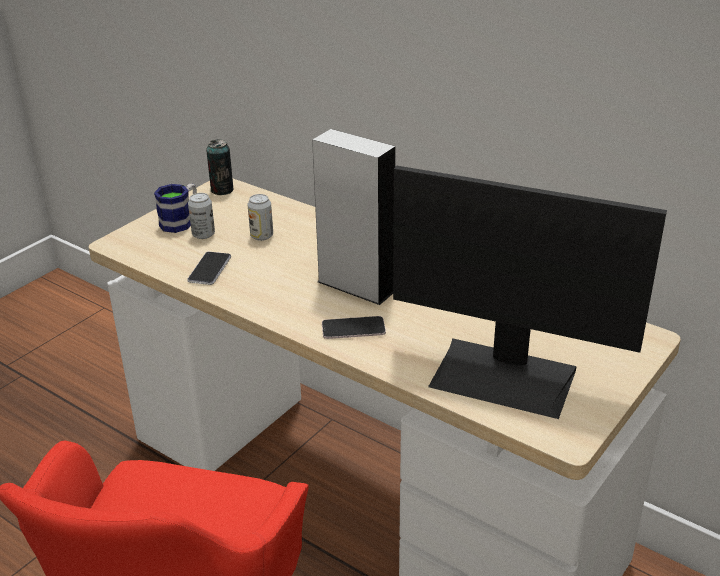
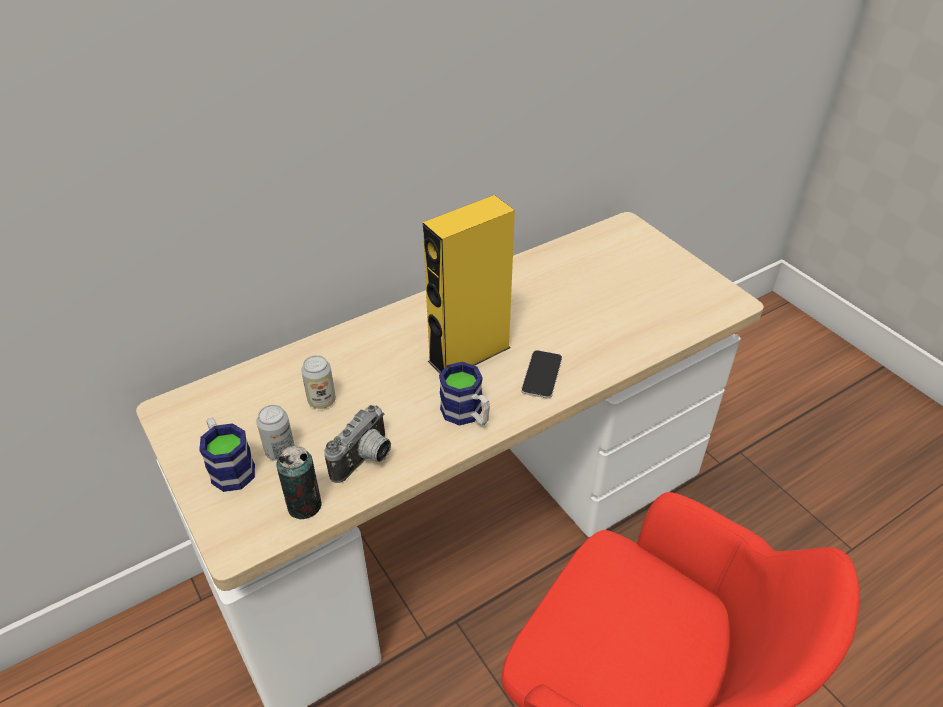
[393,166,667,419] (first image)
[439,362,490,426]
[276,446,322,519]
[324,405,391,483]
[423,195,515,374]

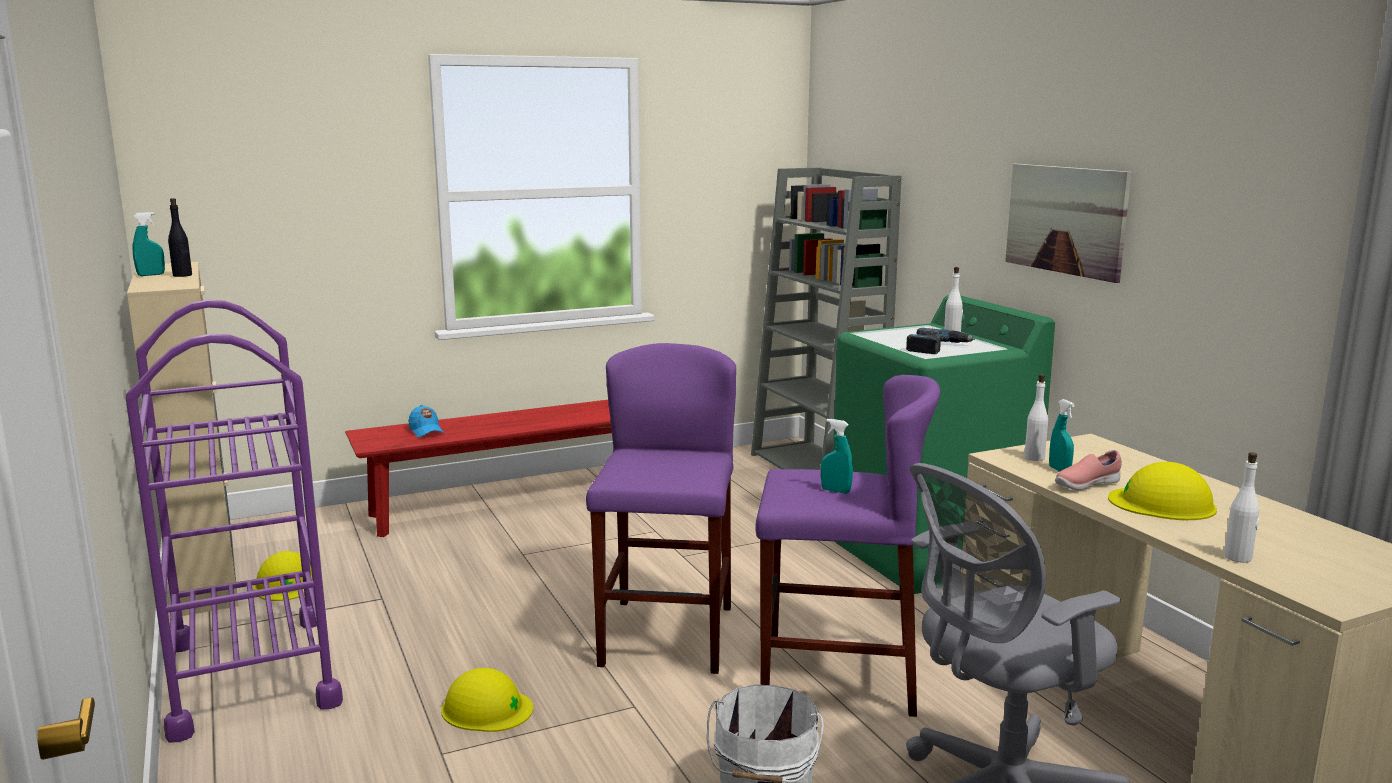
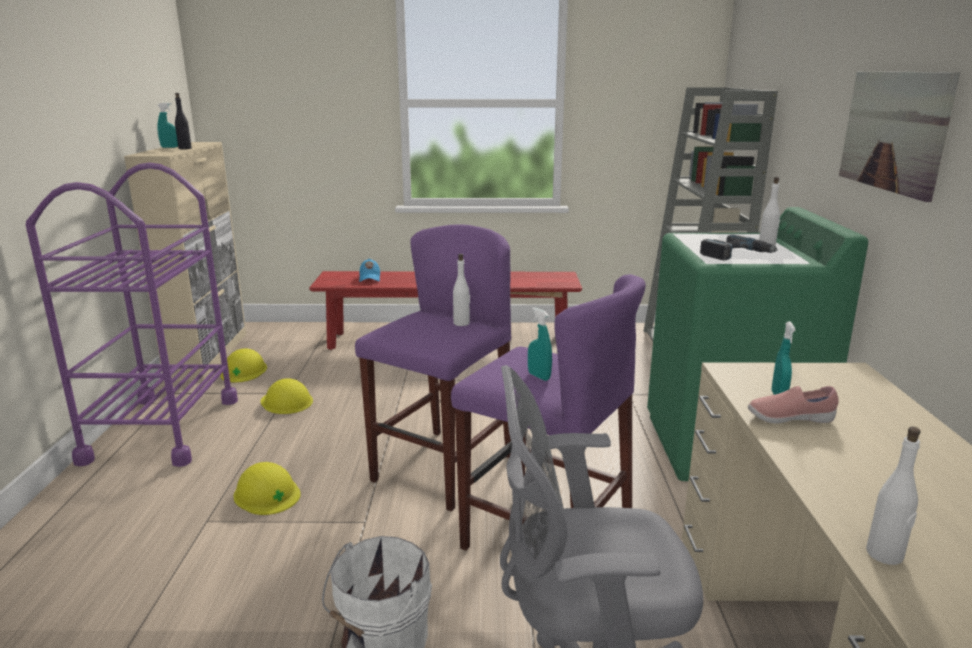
[453,254,470,326]
[261,378,313,414]

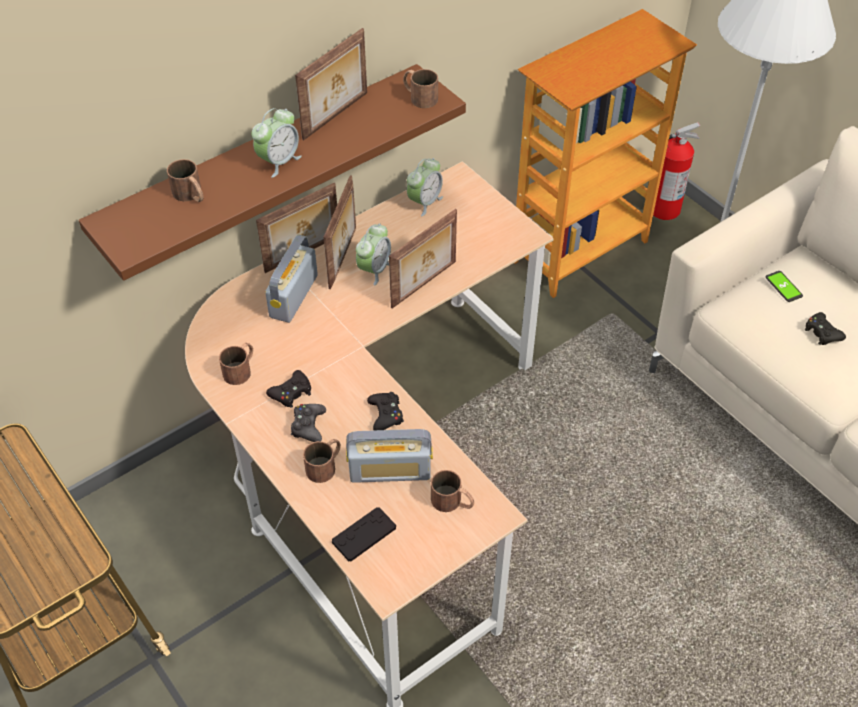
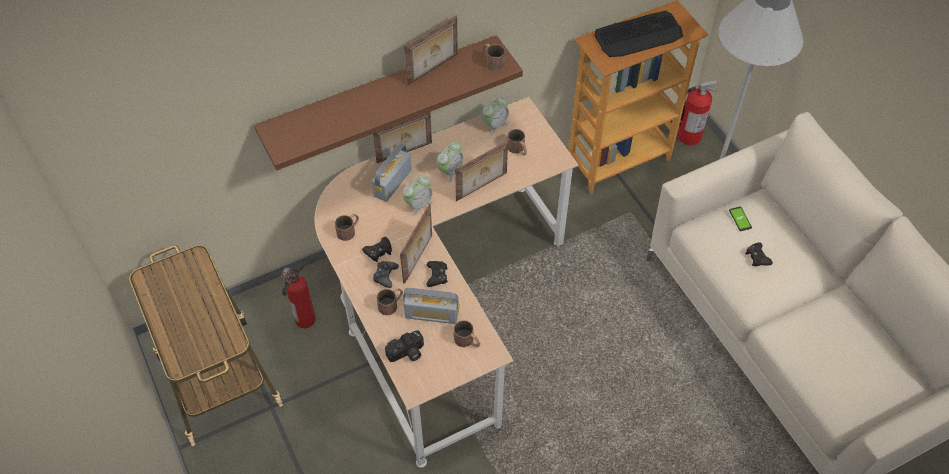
[281,265,316,328]
[595,11,683,57]
[507,129,527,156]
[403,176,433,216]
[400,203,432,284]
[385,330,424,362]

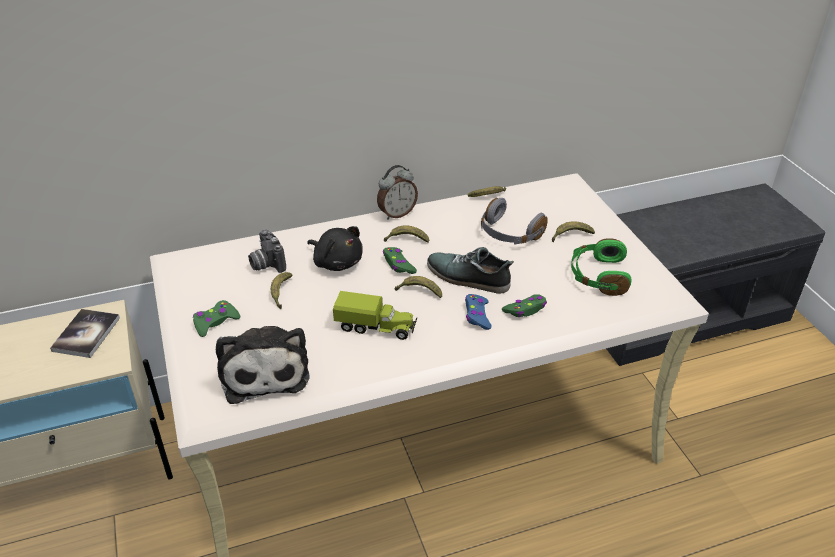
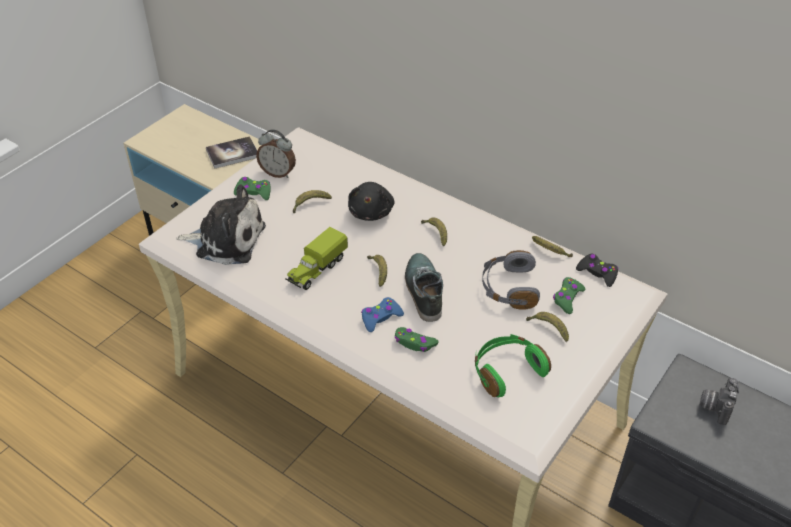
[576,254,618,287]
[699,378,739,425]
[256,129,296,178]
[553,277,585,314]
[176,184,266,265]
[285,227,348,290]

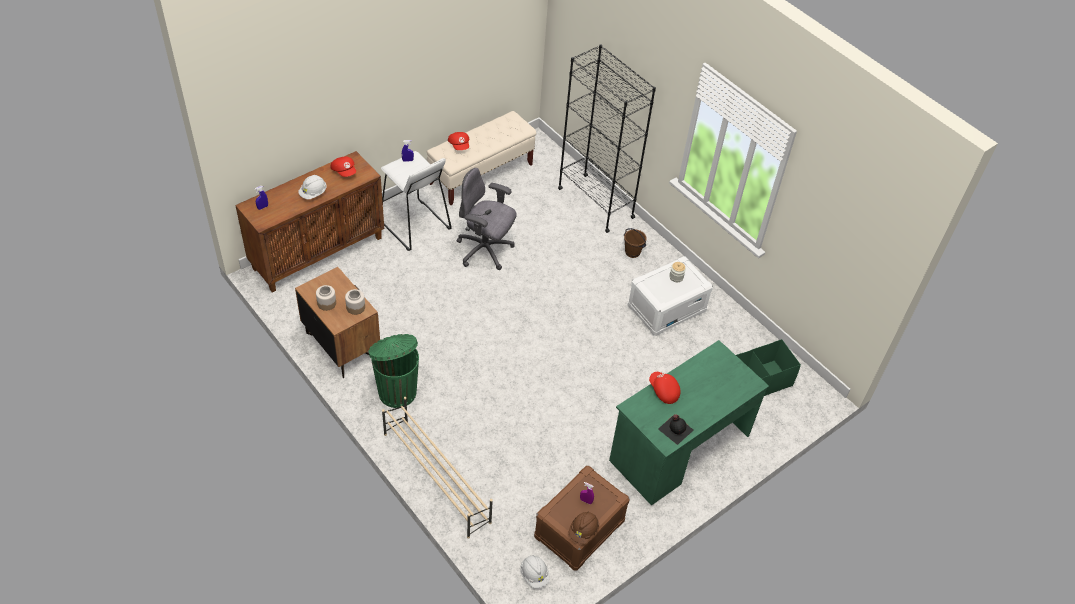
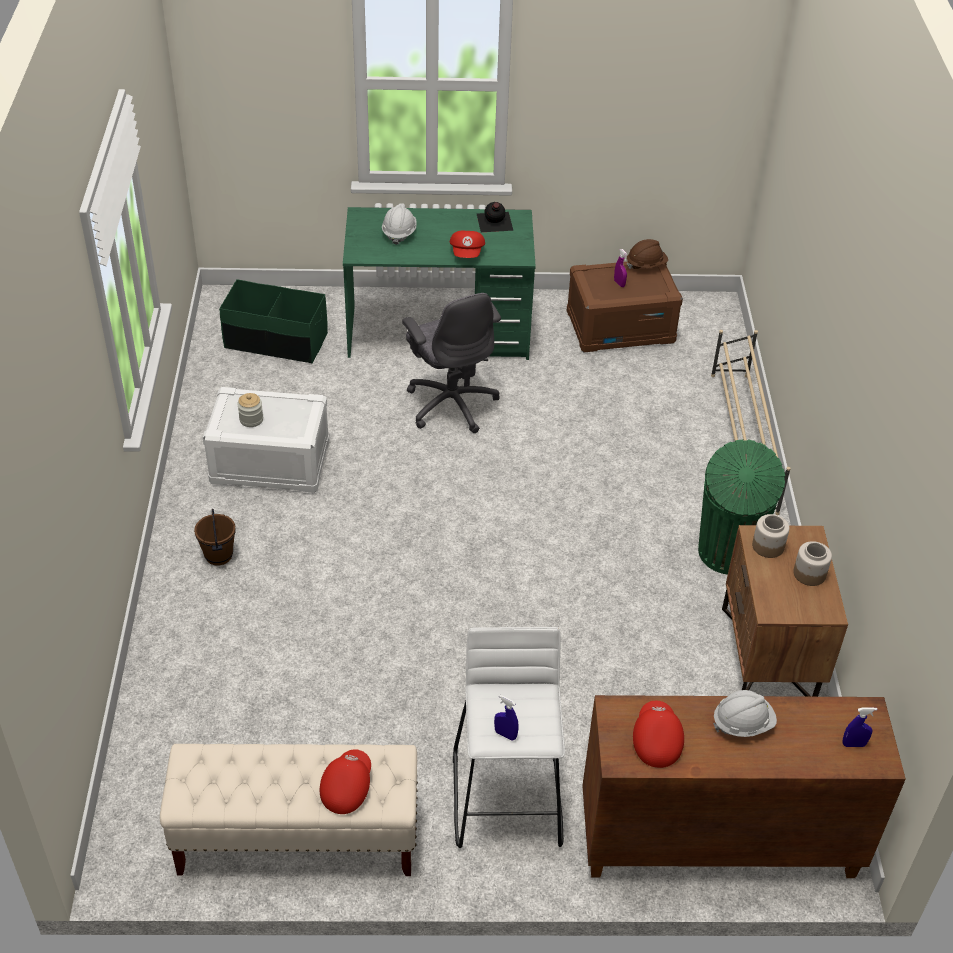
[558,44,656,233] (first image)
[402,293,501,433]
[382,204,417,245]

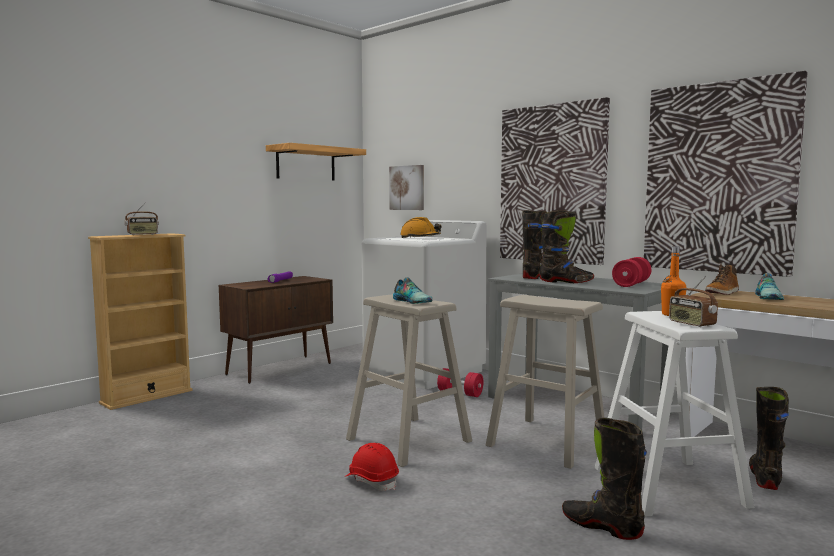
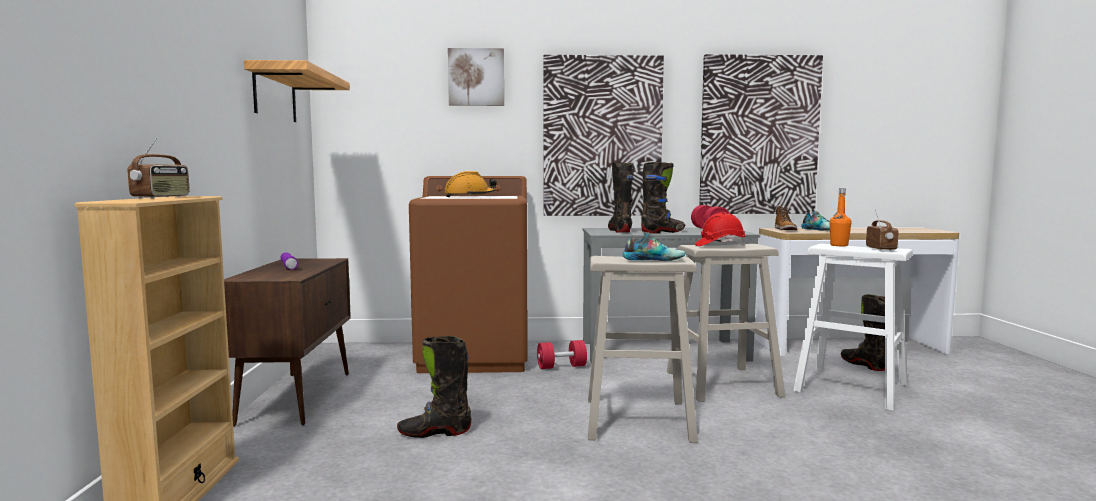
[695,212,746,246]
[448,48,504,106]
[397,336,472,438]
[409,176,528,373]
[866,209,898,251]

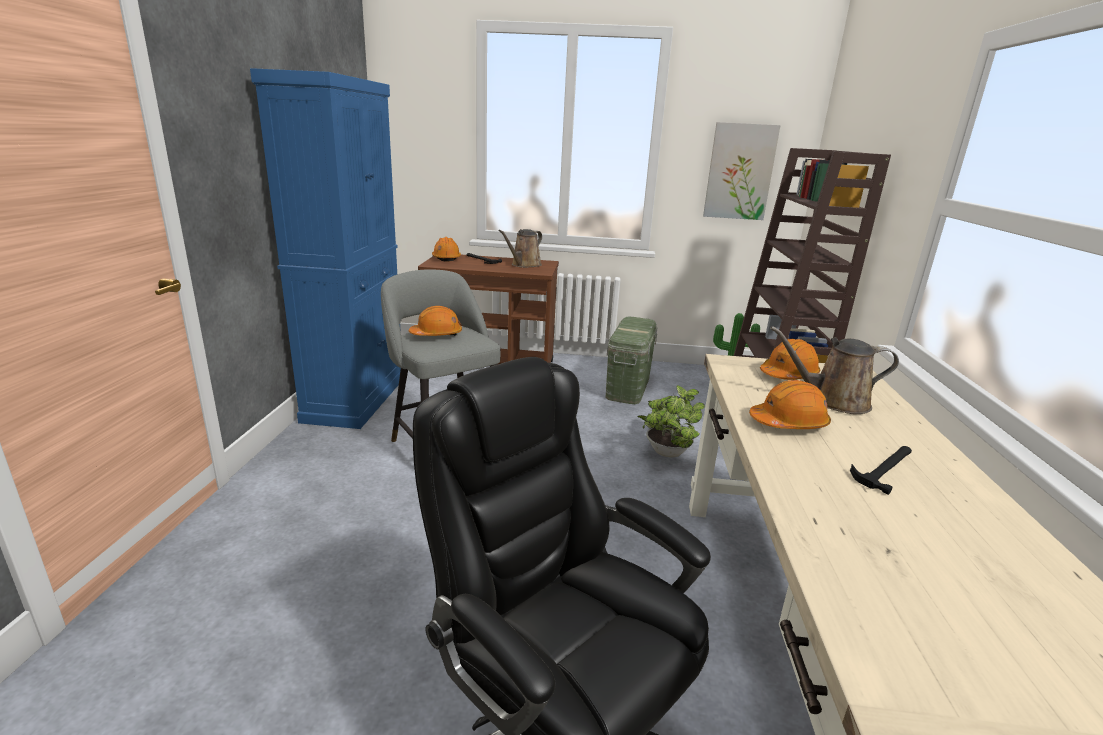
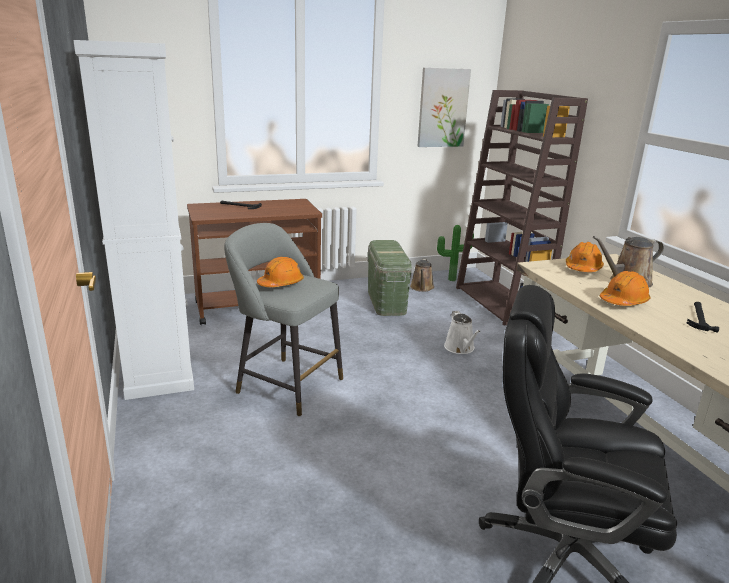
[432,237,461,262] (first image)
[410,259,434,292]
[444,311,481,354]
[73,40,194,400]

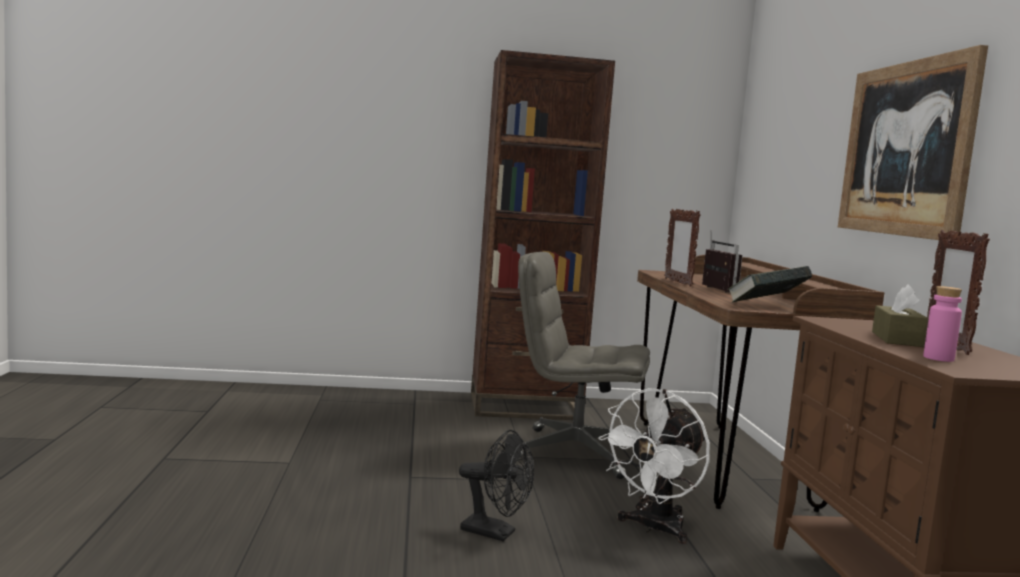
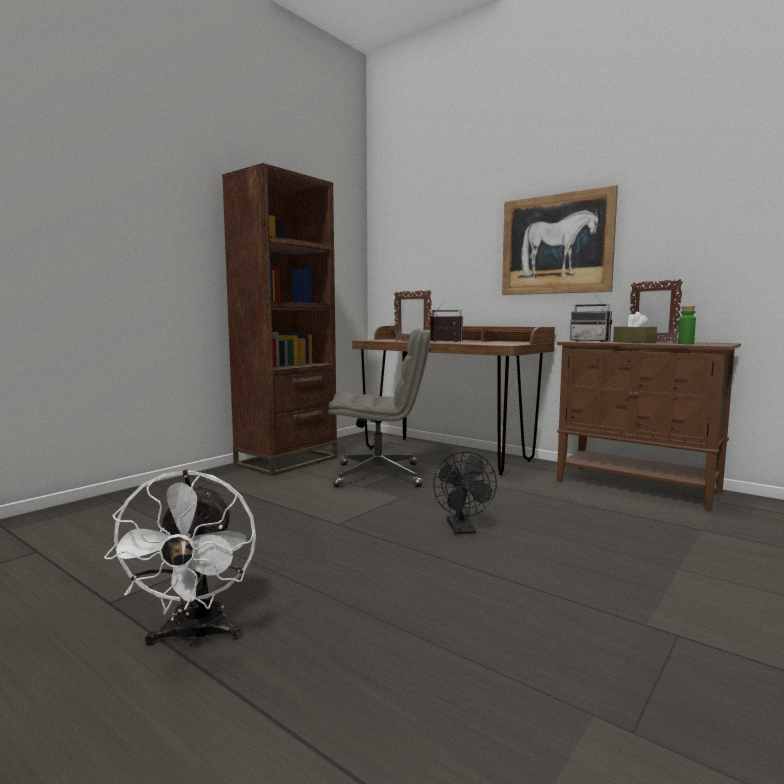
[727,266,812,303] (first image)
[570,295,612,342]
[104,470,256,646]
[678,306,696,344]
[433,451,497,534]
[328,328,431,488]

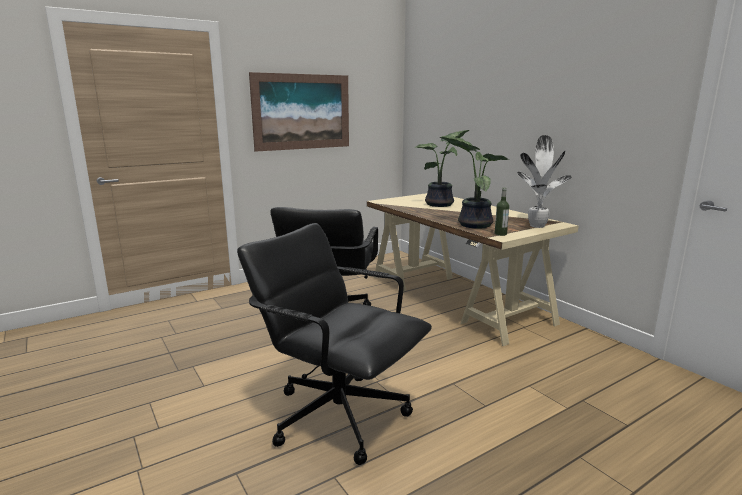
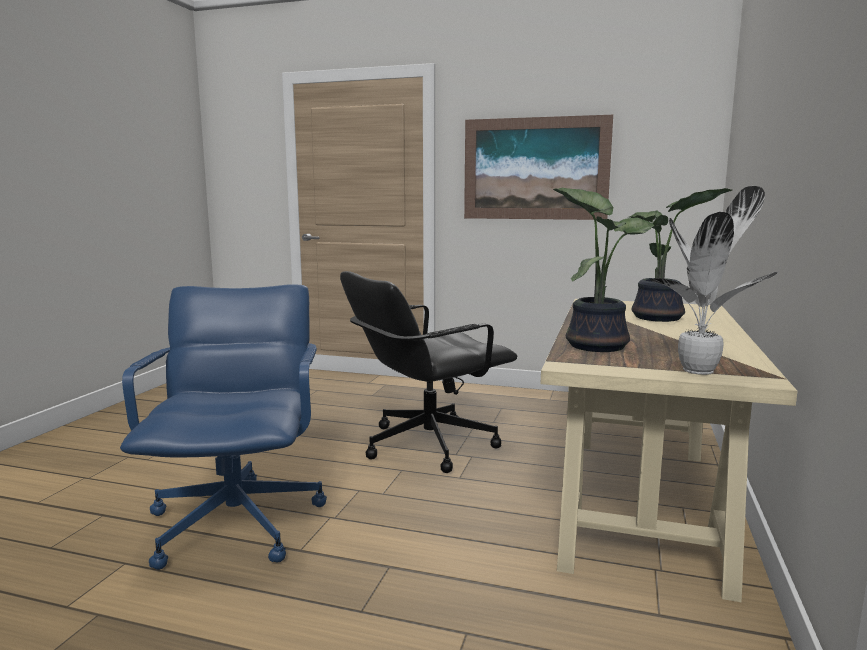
[494,188,509,236] (first image)
[120,284,327,570]

